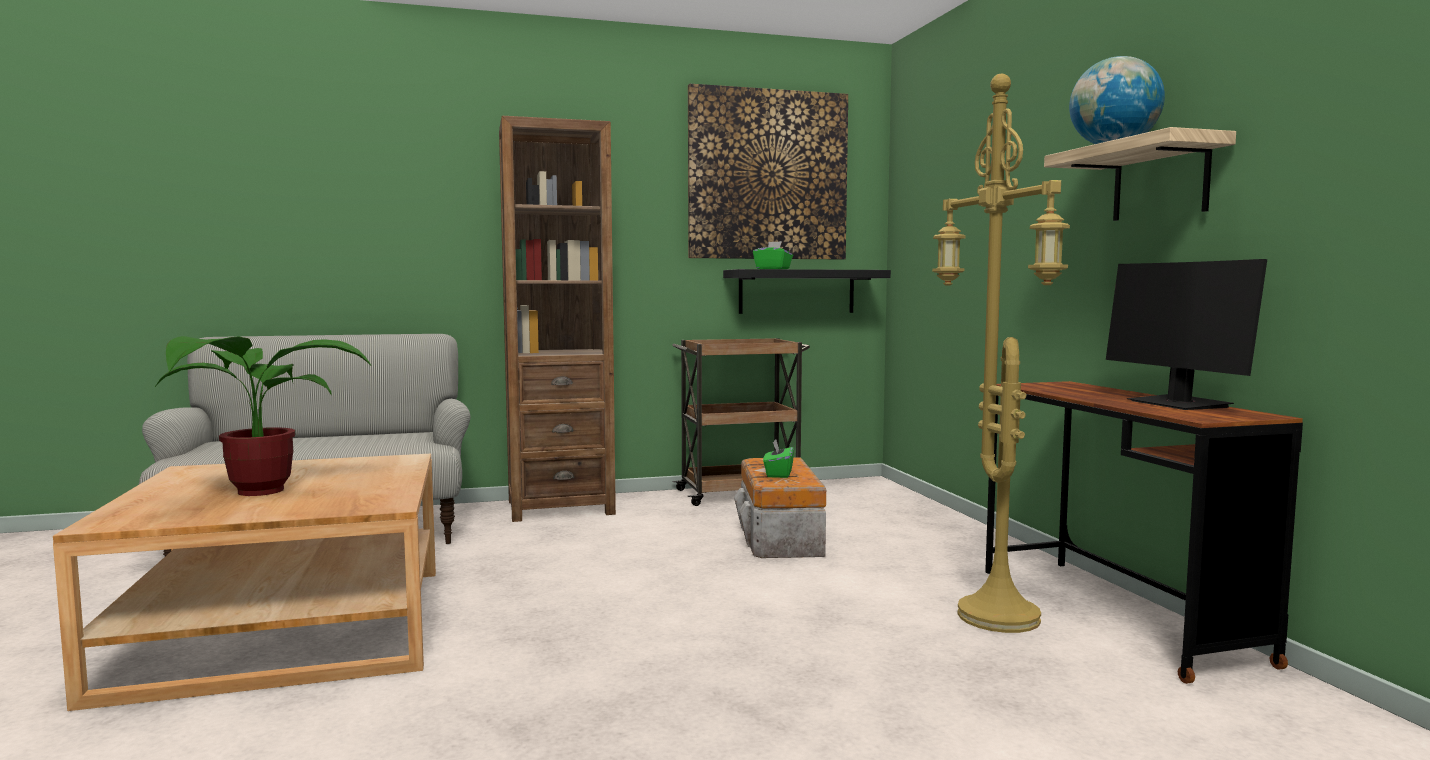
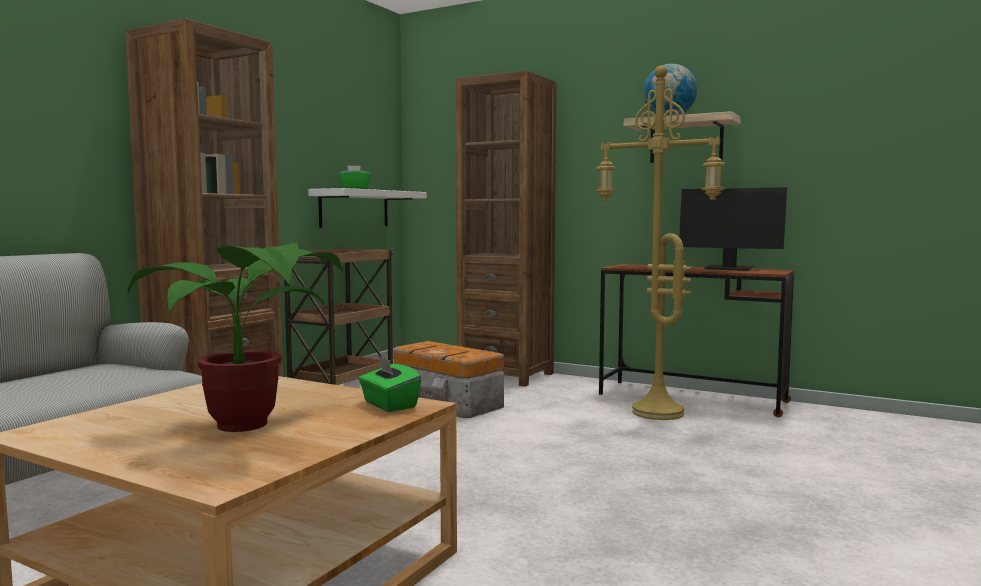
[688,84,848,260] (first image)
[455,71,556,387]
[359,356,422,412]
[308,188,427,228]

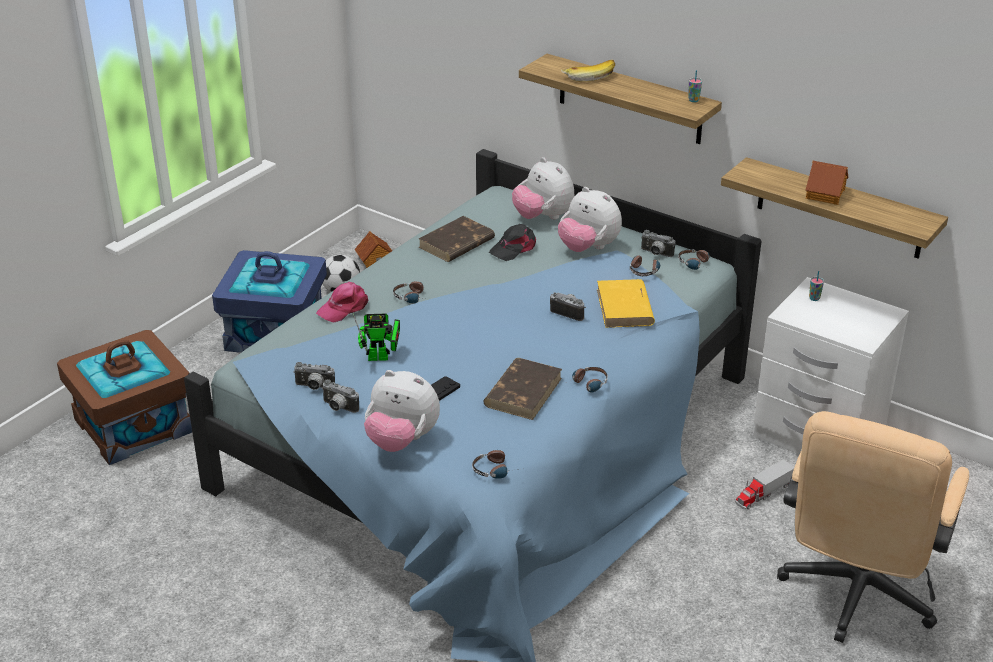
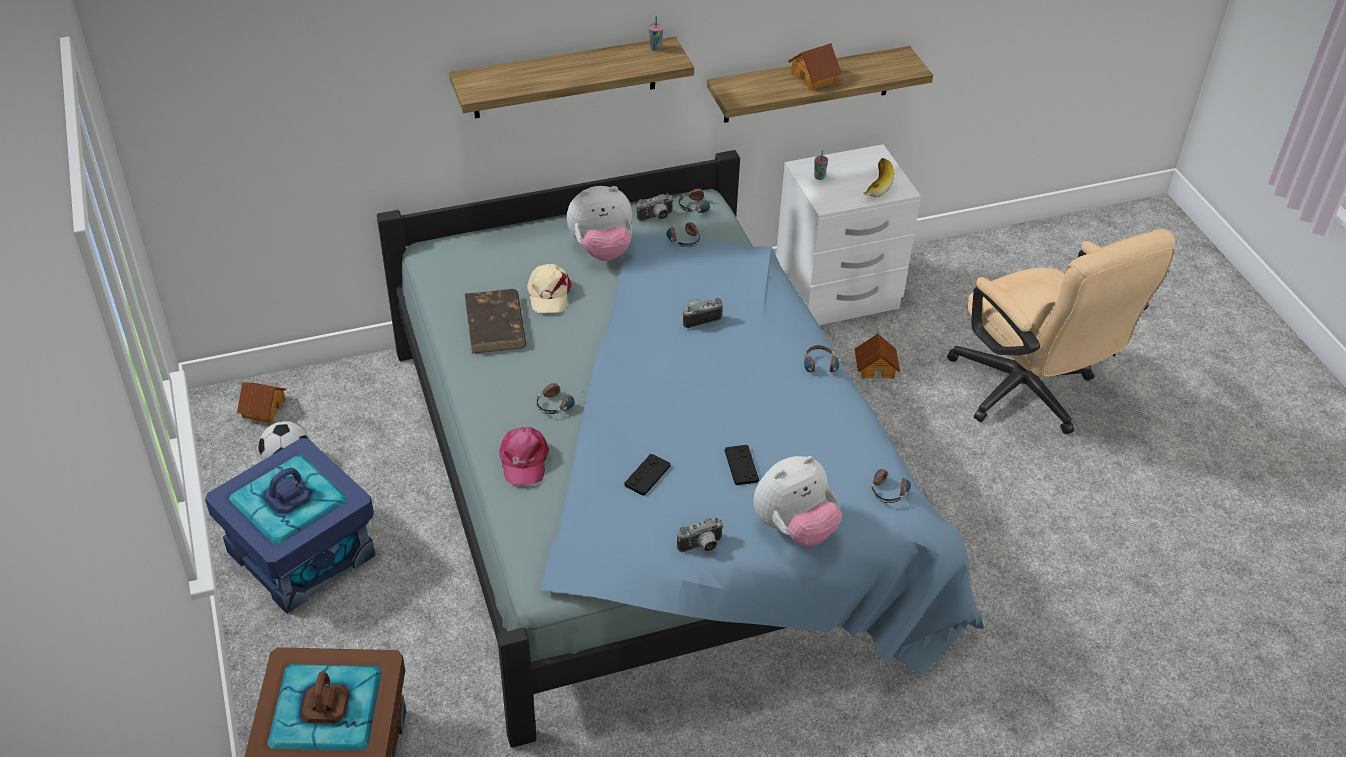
[293,362,335,390] (first image)
[483,358,562,420] (first image)
[512,157,574,220] (first image)
[597,279,655,328] (first image)
[863,158,894,197]
[624,454,671,495]
[855,333,900,379]
[527,264,572,313]

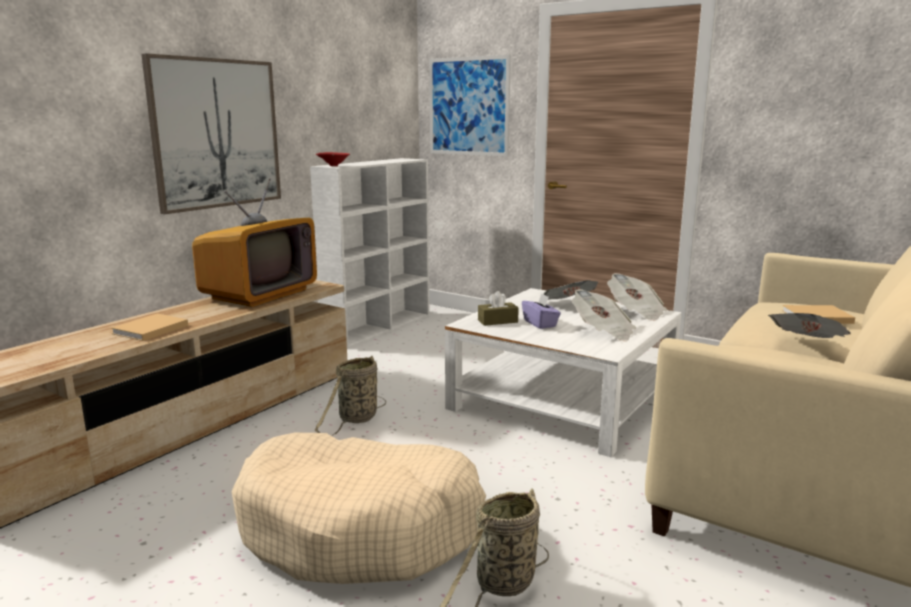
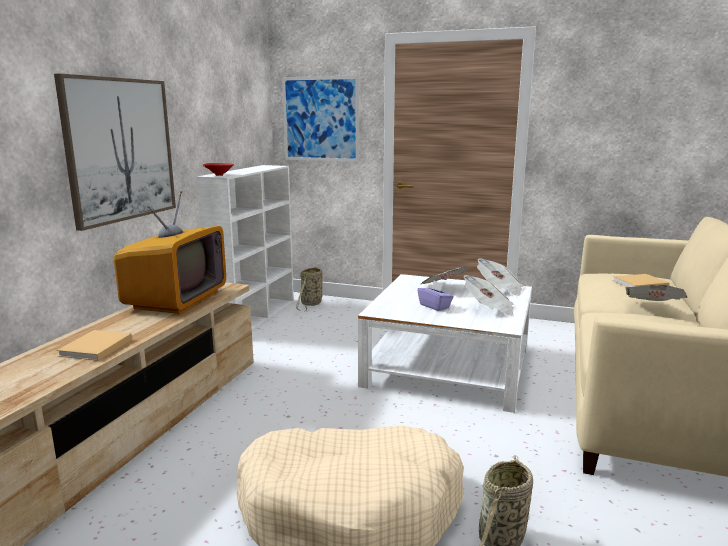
[478,291,519,326] (first image)
[296,266,323,312]

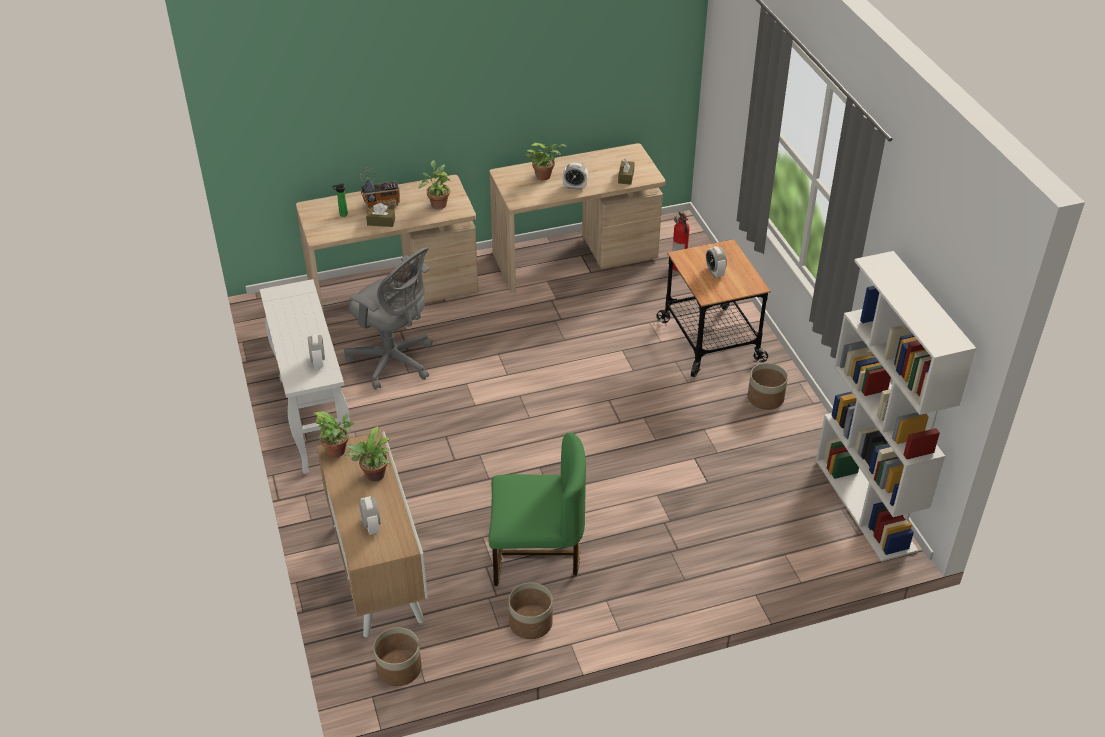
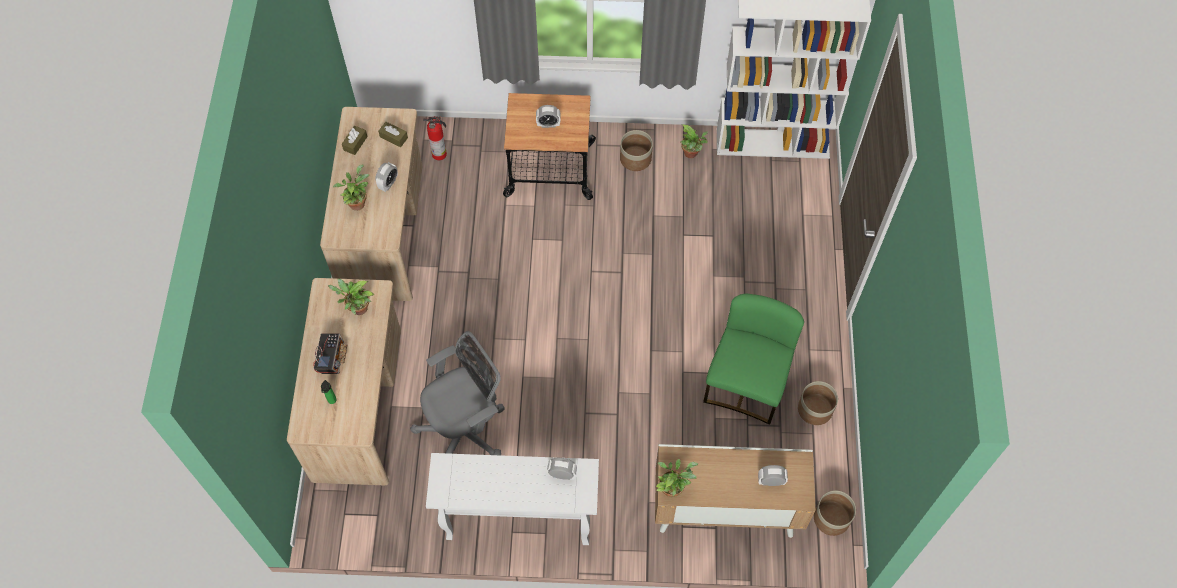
[680,124,708,158]
[342,126,368,155]

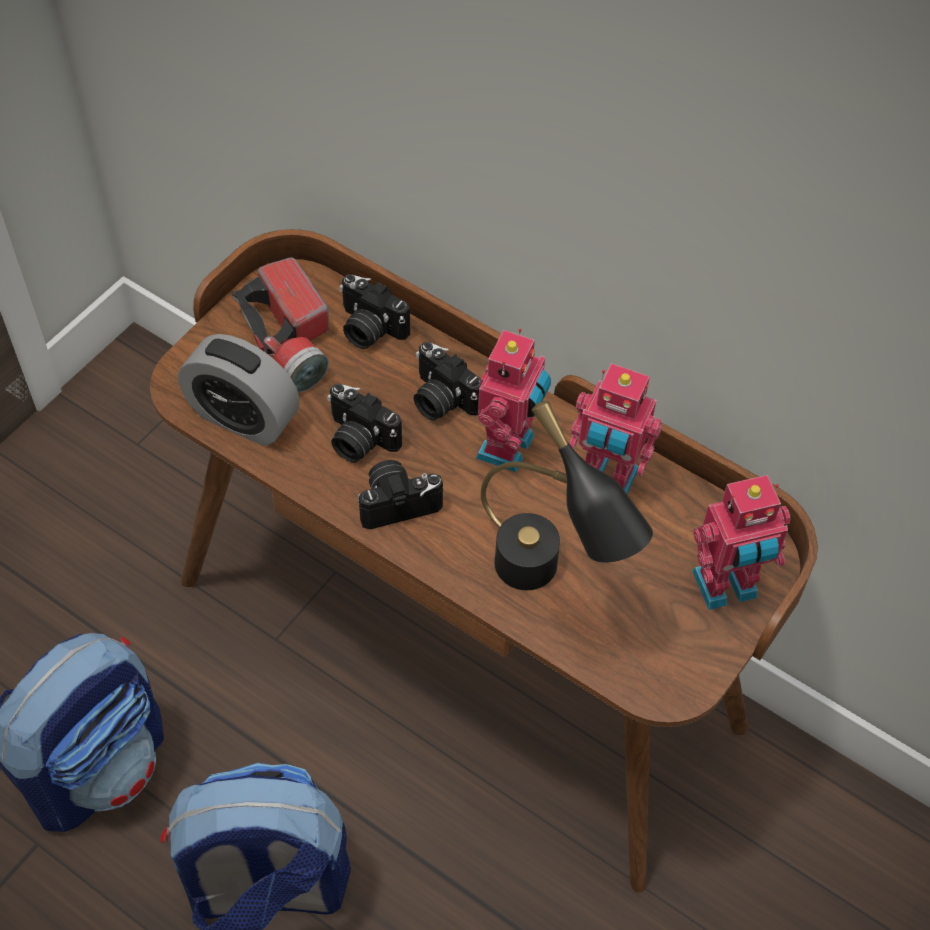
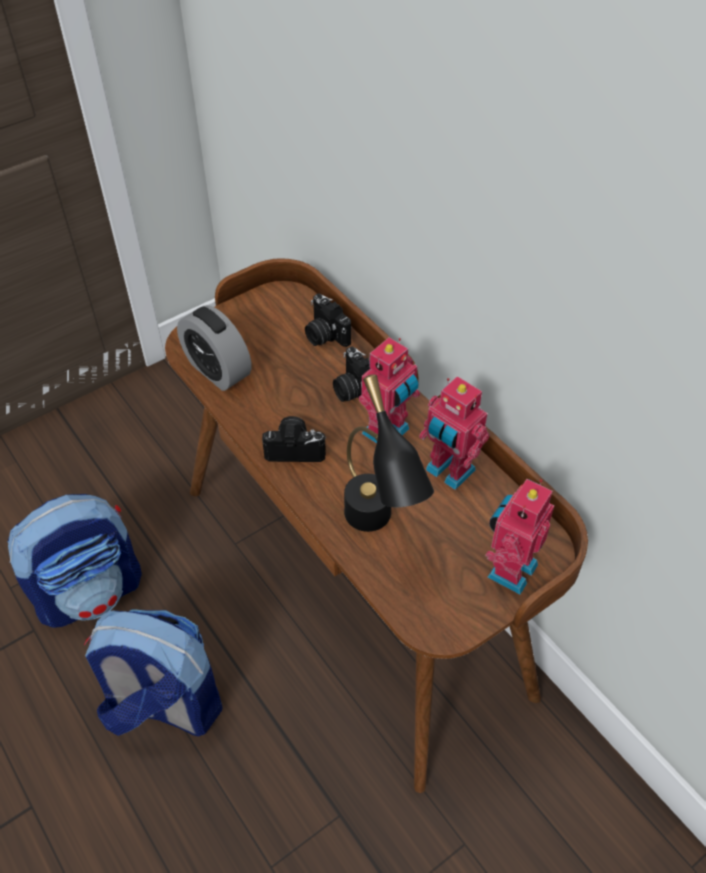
[232,257,329,392] (first image)
[327,384,402,463] (first image)
[485,479,554,594]

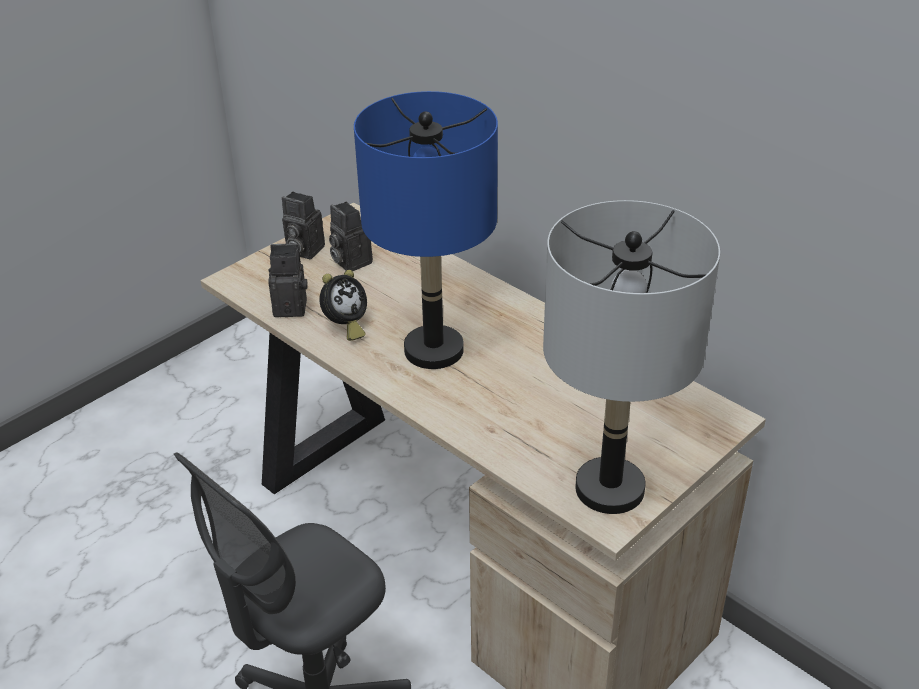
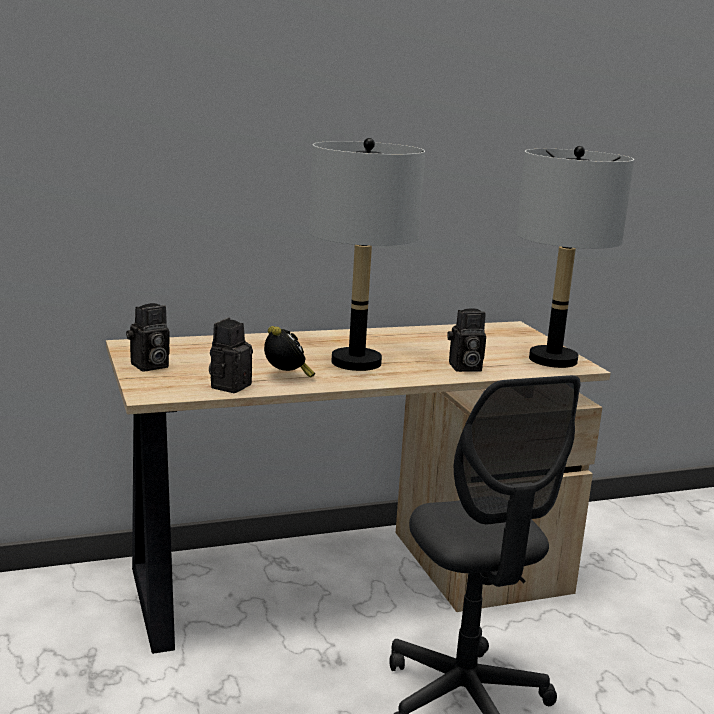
[447,308,486,372]
[309,138,425,371]

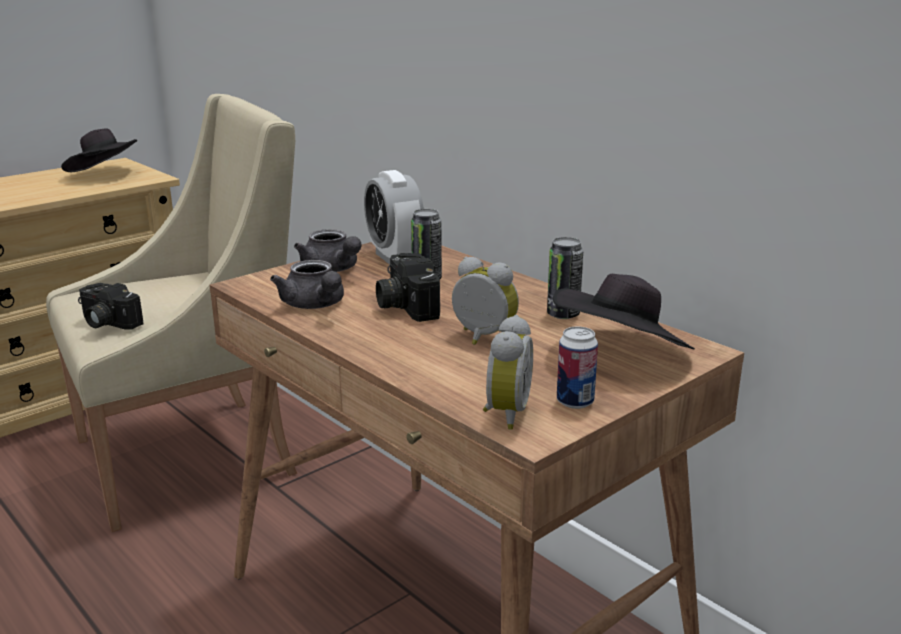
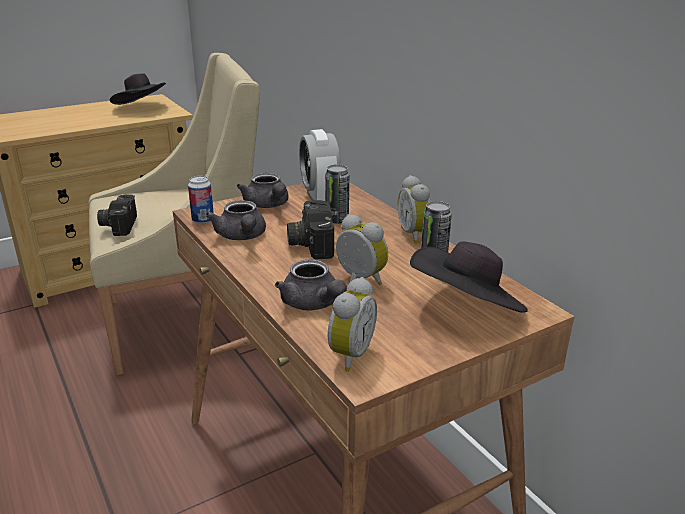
[275,260,347,310]
[398,175,431,243]
[188,176,214,224]
[97,194,137,236]

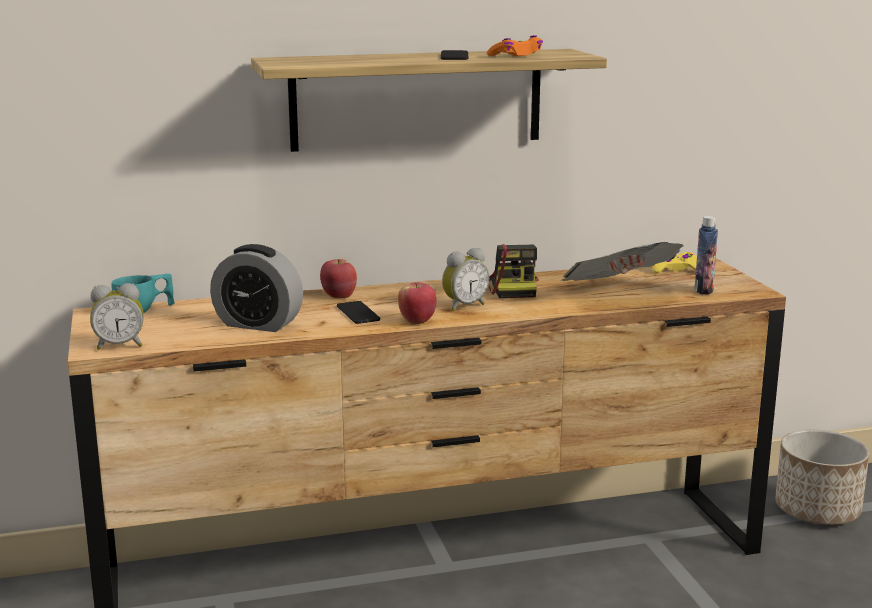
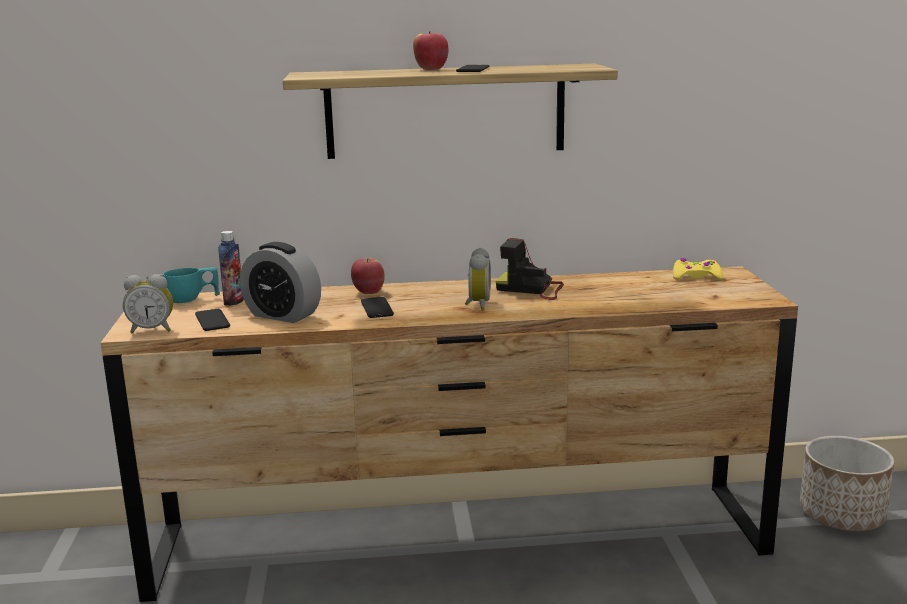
[487,35,543,56] (first image)
[561,242,684,281] (first image)
[195,309,230,331]
[413,31,448,70]
[218,231,244,306]
[465,248,491,310]
[496,238,564,300]

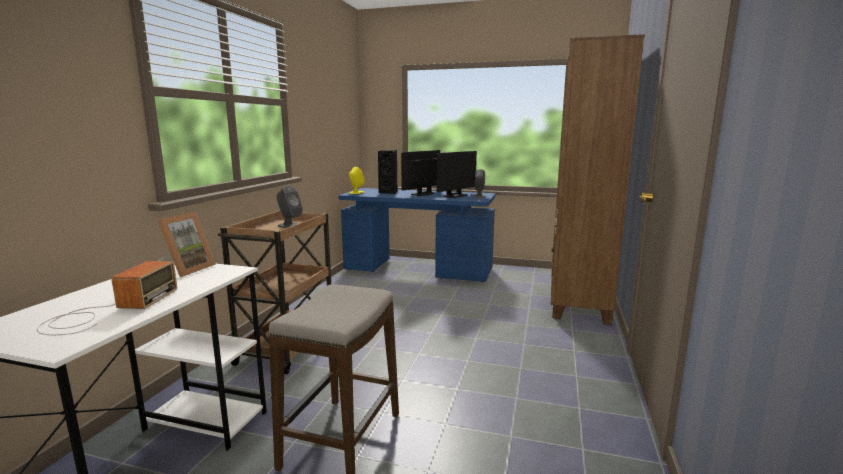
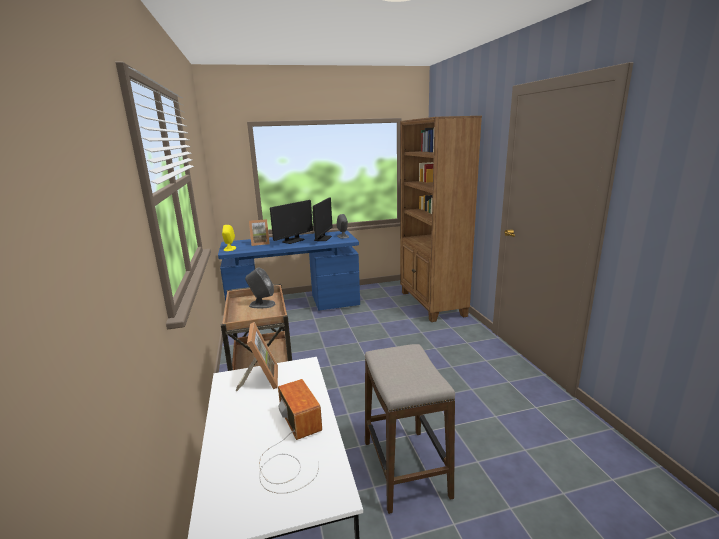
[249,219,270,246]
[270,200,313,244]

